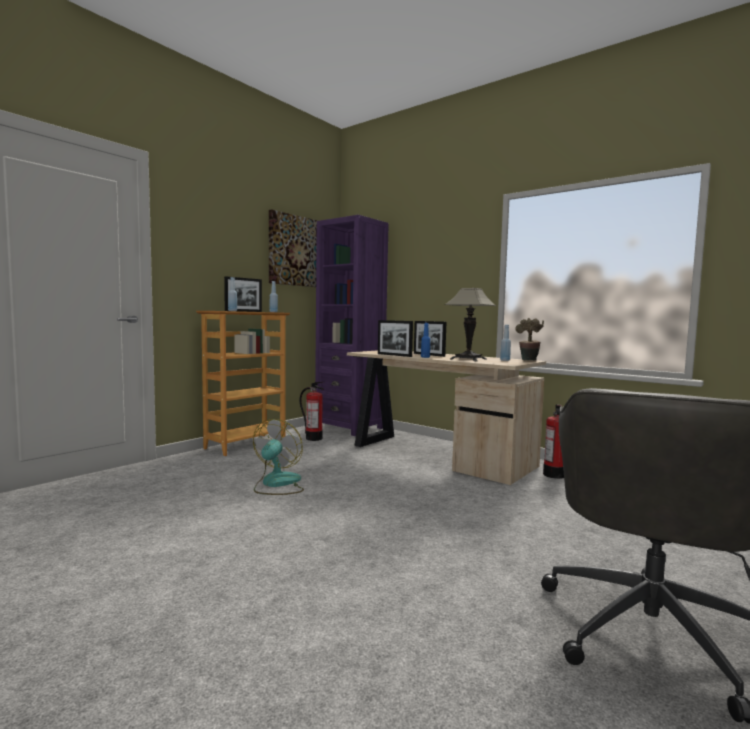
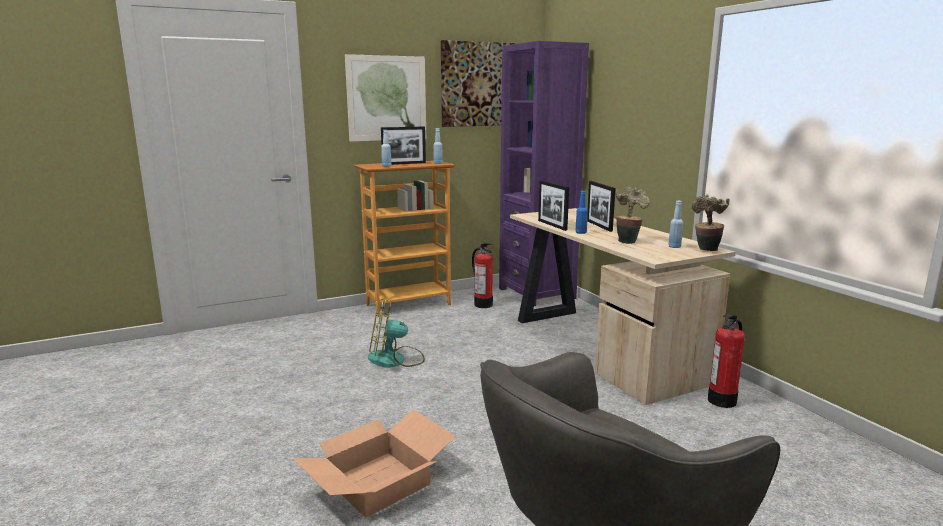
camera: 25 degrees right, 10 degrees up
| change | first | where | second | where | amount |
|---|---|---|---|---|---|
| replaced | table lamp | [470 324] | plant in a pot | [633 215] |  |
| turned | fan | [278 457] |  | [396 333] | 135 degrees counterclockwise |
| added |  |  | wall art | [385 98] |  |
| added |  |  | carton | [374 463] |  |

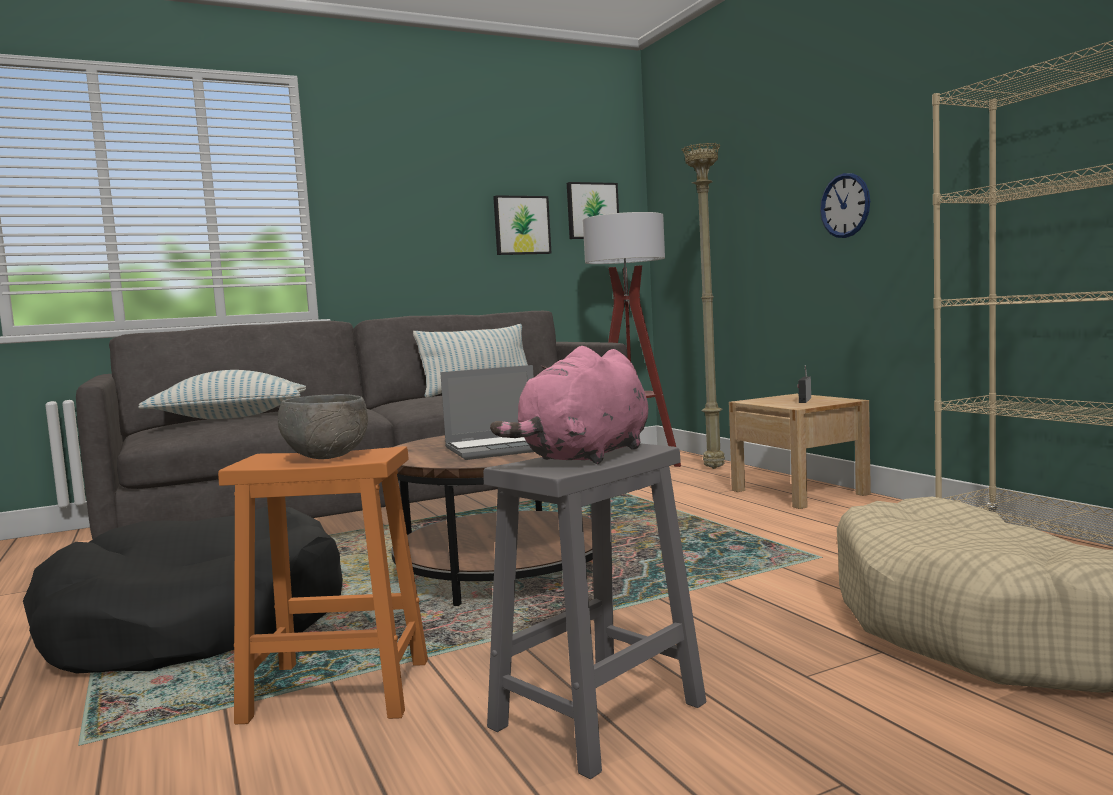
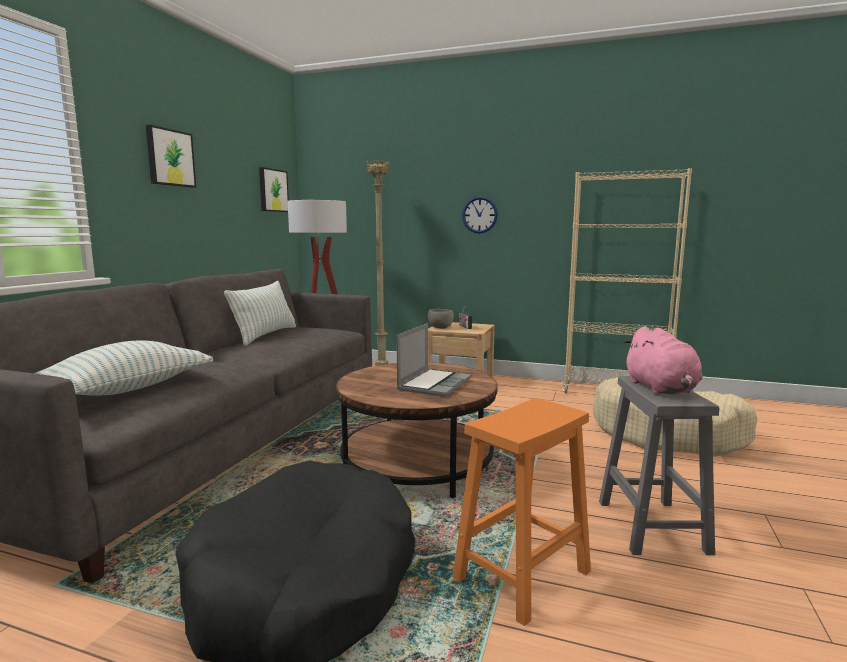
camera: 45 degrees left, 5 degrees up
| change | first | where | second | where | amount |
|---|---|---|---|---|---|
| moved | wall art | [522 225] |  | [171 156] |  |
| moved | deep dish (greyish) | [323 426] |  | [441 319] |  |

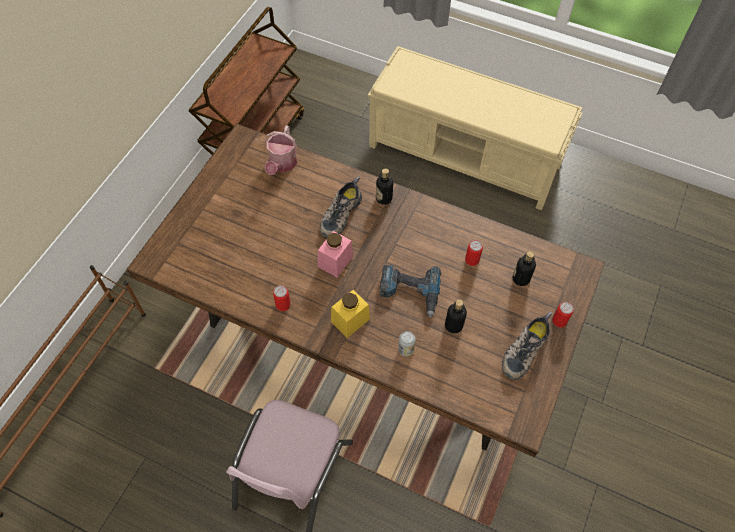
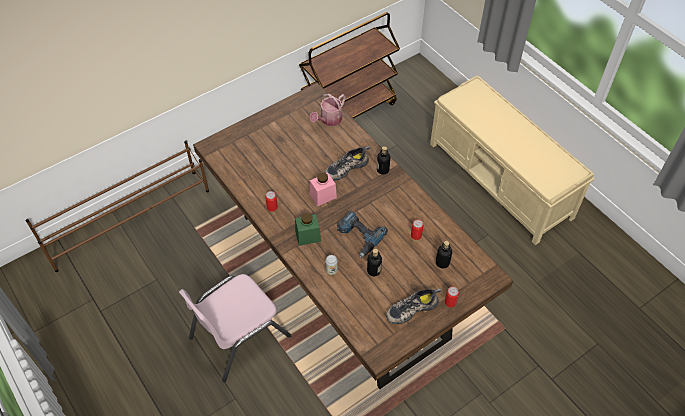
camera: 30 degrees right, 5 degrees down
| change | first | where | second | where | amount |
|---|---|---|---|---|---|
| recoloured | jar (yellow-coloured) | [350 314] | jar (greenish) | [308 229] |  |

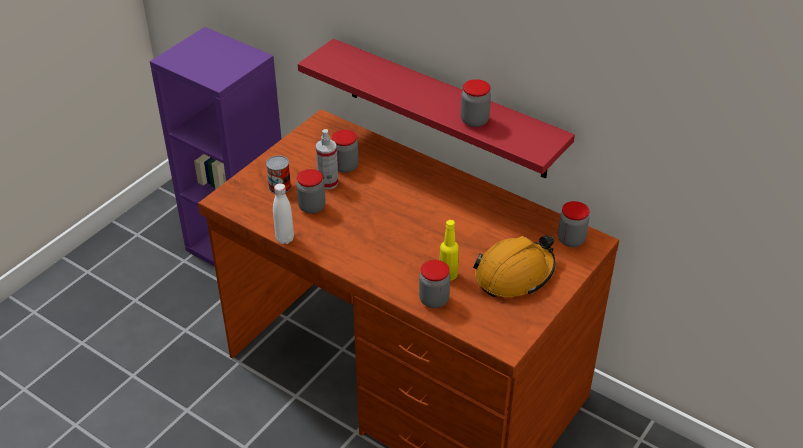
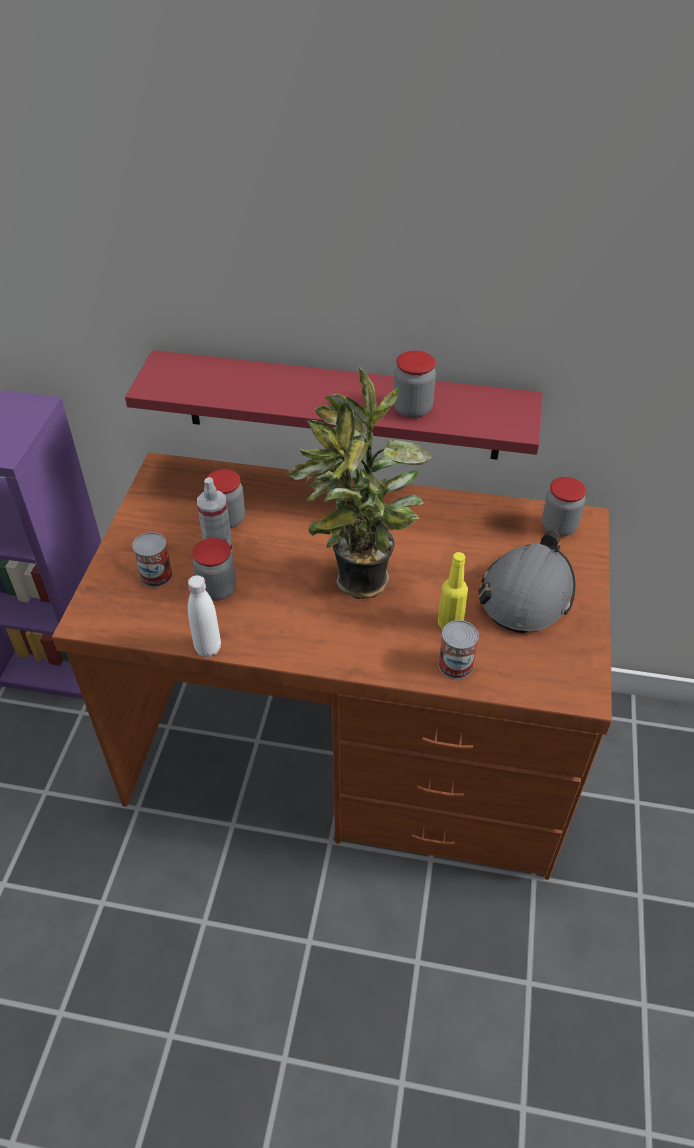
camera: 25 degrees left, 5 degrees up
| change | first | where | second | where | amount |
|---|---|---|---|---|---|
| recoloured | safety helmet (orange) | [514 266] | safety helmet (greyish) | [526 581] |  |
| replaced | jar | [434 284] | metal can | [458 649] |  |
| added |  |  | plant in a pot | [359 482] |  |

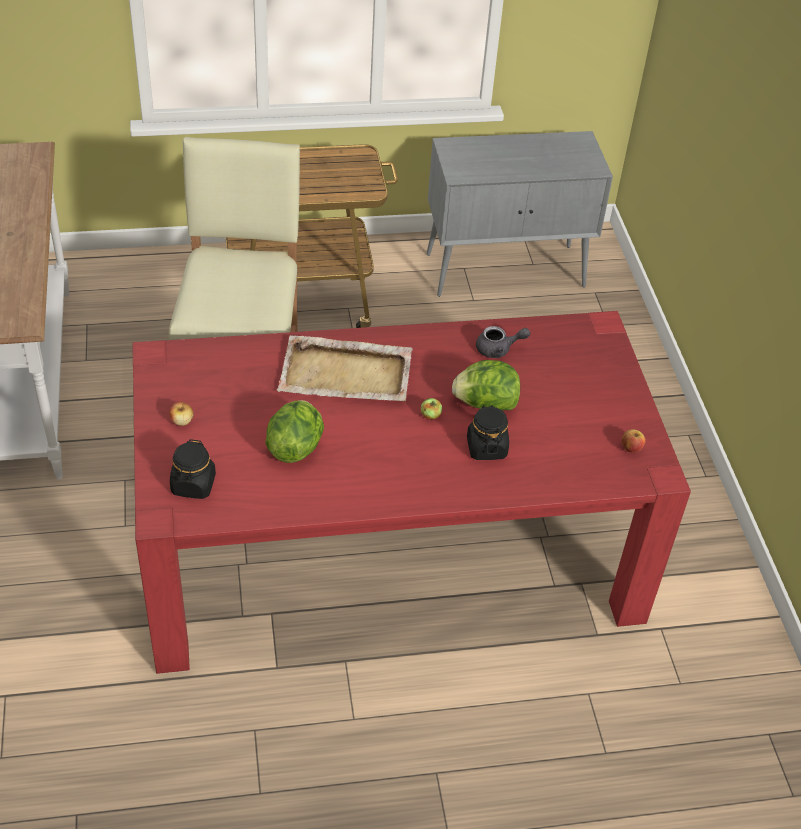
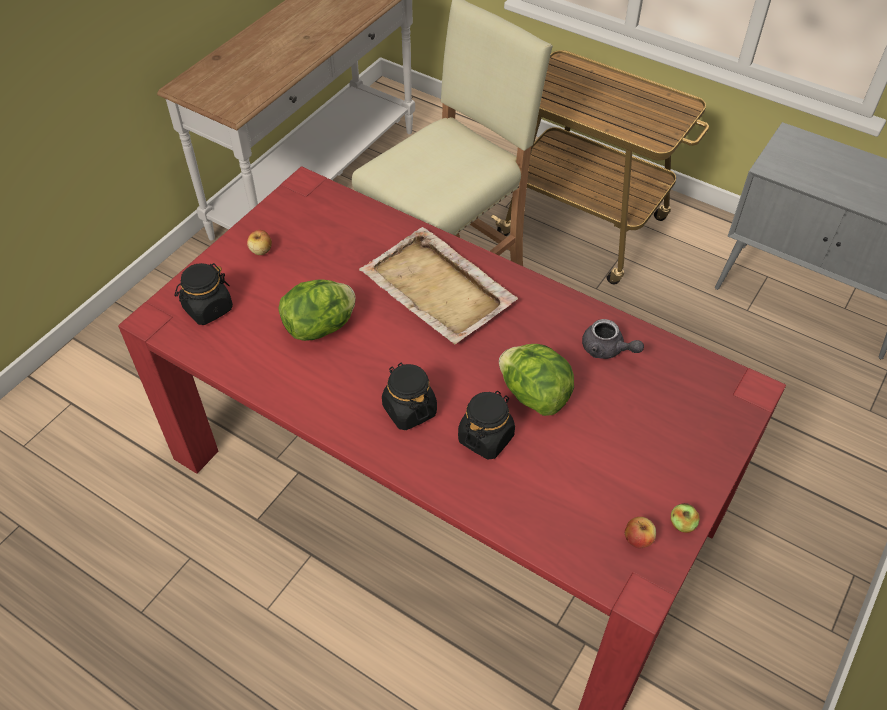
camera: 45 degrees right, 5 degrees up
| change | first | where | second | where | amount |
|---|---|---|---|---|---|
| moved | whole apple | [431 409] |  | [685 518] |  |
| added |  |  | jar (blackish) | [409 396] |  |

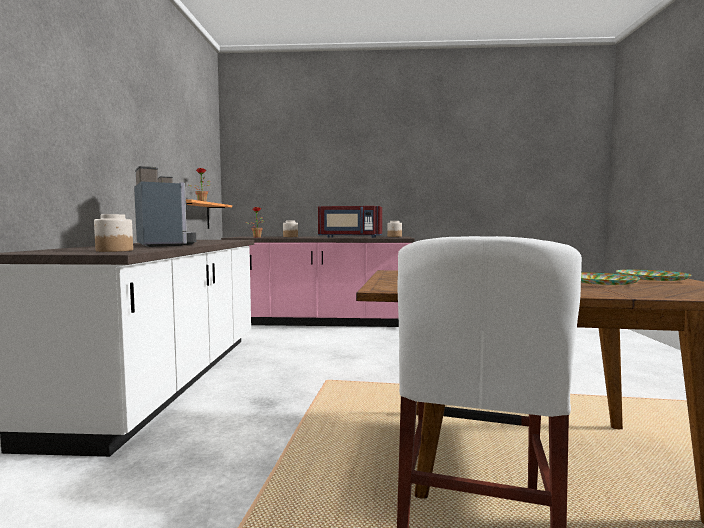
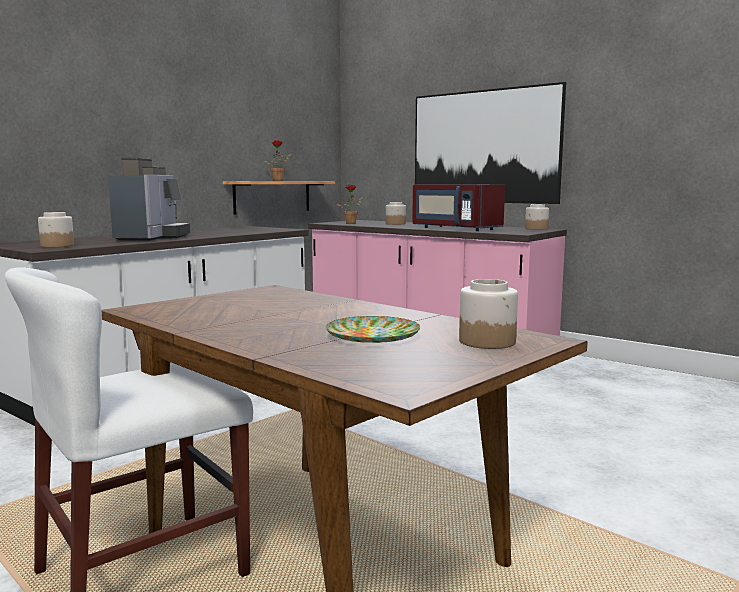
camera: 35 degrees right, 5 degrees up
| change | first | where | second | where | amount |
|---|---|---|---|---|---|
| replaced | plate | [653 275] | jar | [488 314] |  |
| added |  |  | wall art | [490 143] |  |

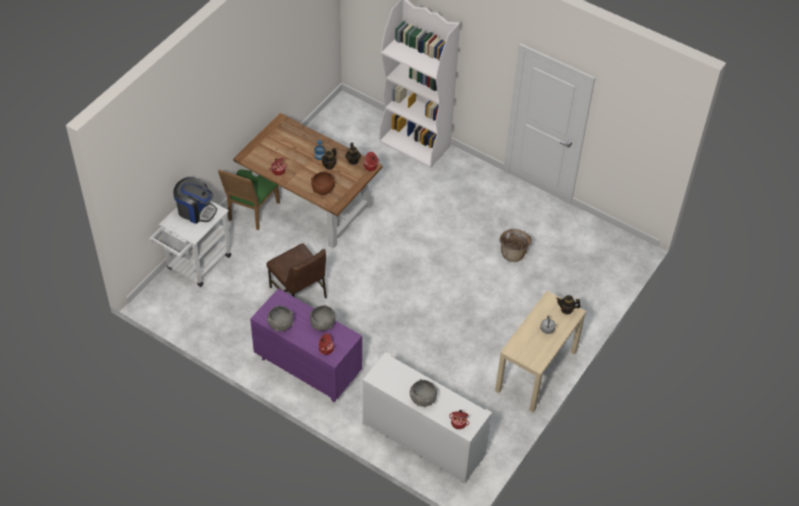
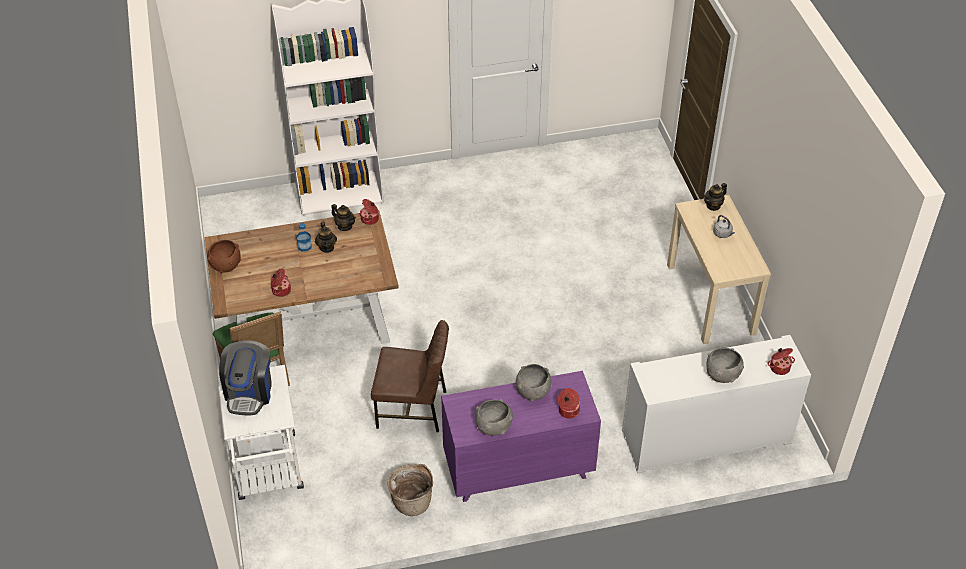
camera: 45 degrees left, 5 degrees down
| change | first | where | second | where | amount |
|---|---|---|---|---|---|
| moved | deep dish (brownish) | [323 183] |  | [224 256] |  |
| turned | coffee machine | [195 200] |  | [245 377] | 120 degrees clockwise |
| moved | basket | [516 245] |  | [410 490] |  |

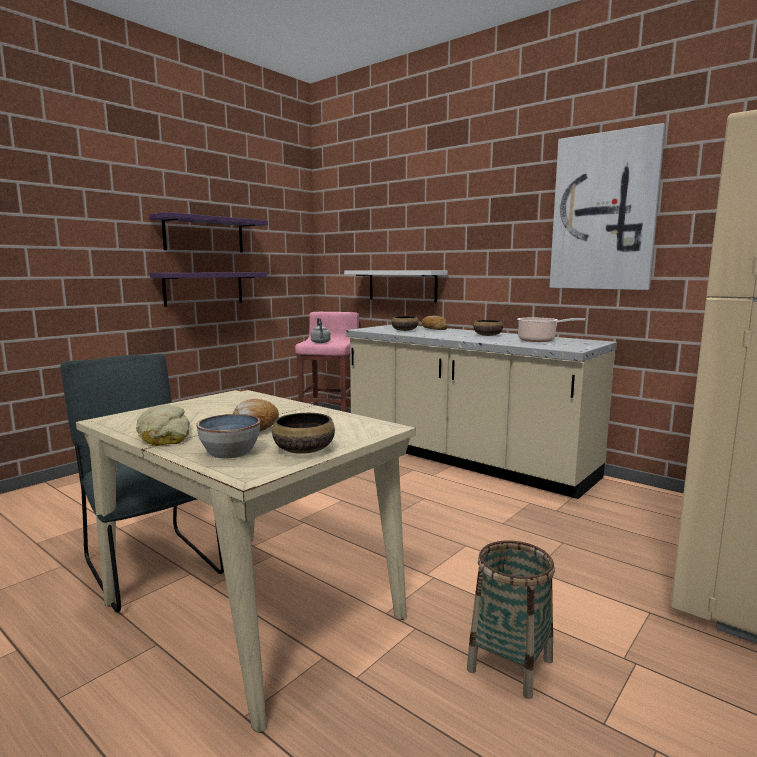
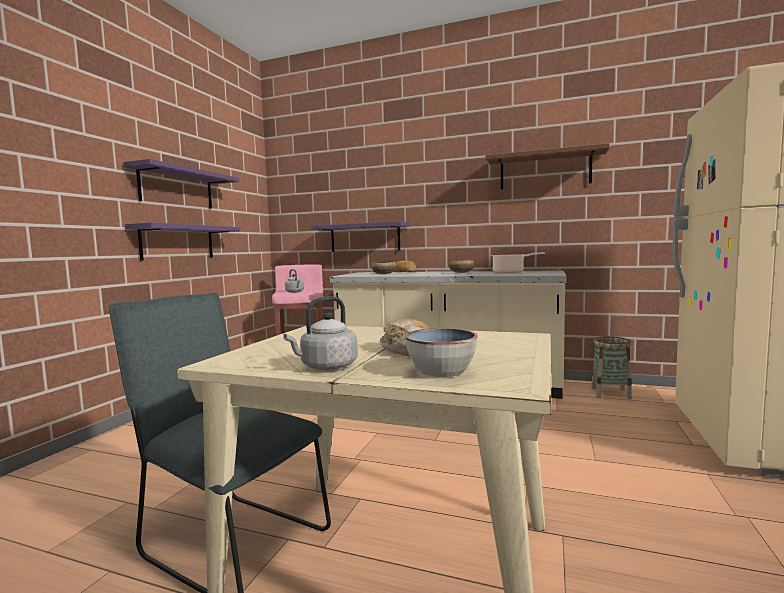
camera: 20 degrees left, 5 degrees down
| change | first | where | second | where | amount |
|---|---|---|---|---|---|
| replaced | wall art | [607 206] | wall shelf (brownish) | [548 166] |  |
| recoloured | wall shelf (white-coloured) | [396 286] | wall shelf (purple-coloured) | [360 236] |  |
| replaced | bakery bread | [163 425] | water kettle (greyish) | [320 333] |  |
| removed | deep dish | [303 433] |  |  |  |
| moved | basket | [511 619] |  | [611 367] |  |

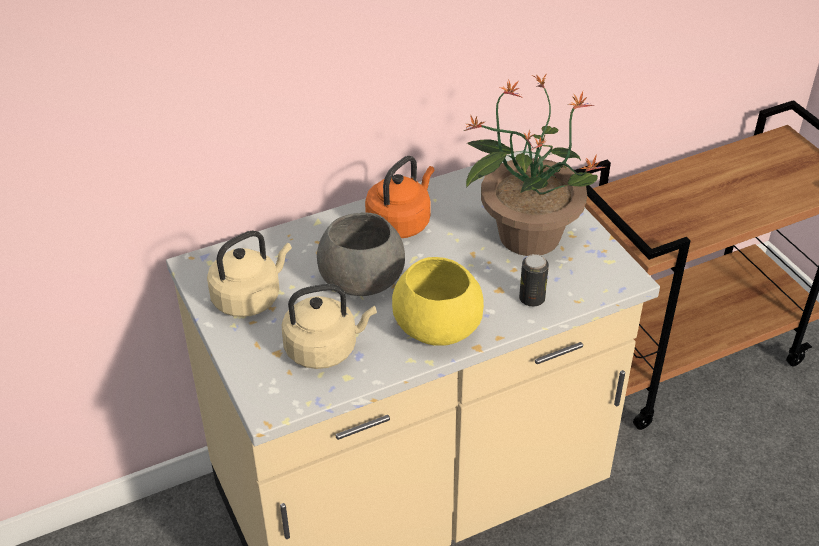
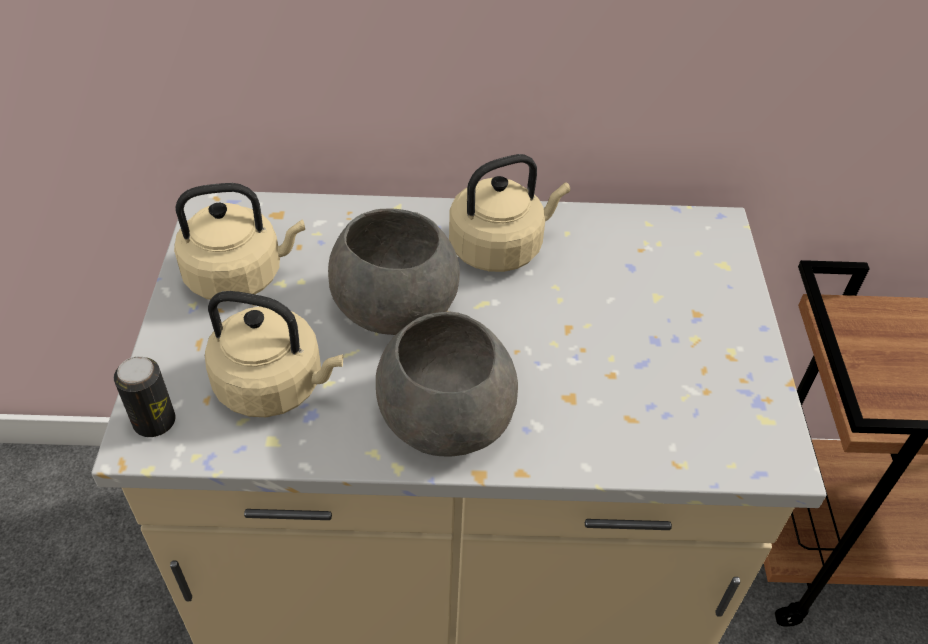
camera: 25 degrees right, 5 degrees up
| change | first | where | second | where | amount |
|---|---|---|---|---|---|
| removed | plant in a pot | [534 165] |  |  |  |
| recoloured | water kettle (orange) | [399 197] | water kettle (sand-coloured) | [509 213] |  |
| moved | metal can | [534 280] |  | [145 396] |  |
| recoloured | deep dish (yellow-coloured) | [438 301] | deep dish (greyish) | [447 384] |  |

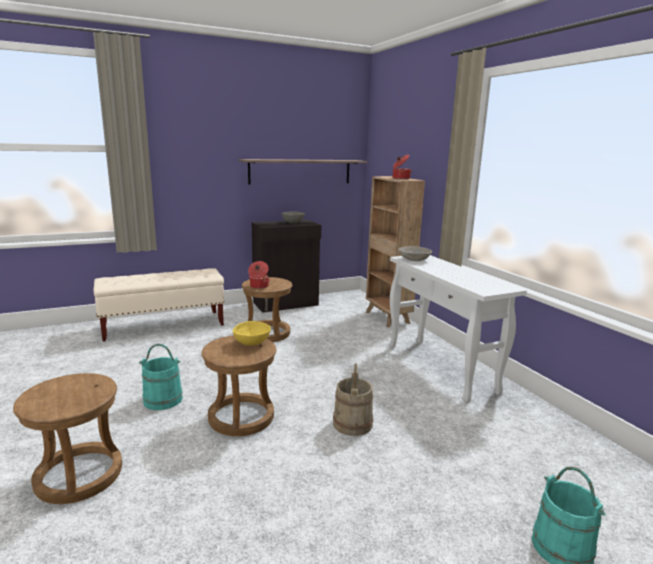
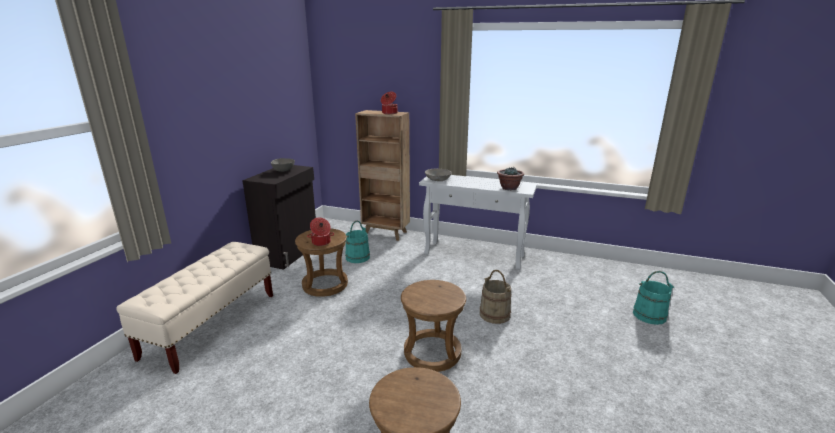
camera: 45 degrees left, 5 degrees up
| change | first | where | second | where | amount |
|---|---|---|---|---|---|
| removed | wall shelf | [303 171] |  |  |  |
| removed | deep dish (yellow-coloured) | [252 333] |  |  |  |
| moved | water bucket (turquoise) | [161 377] |  | [357 242] |  |
| added |  |  | plant in a pot | [510 179] |  |

